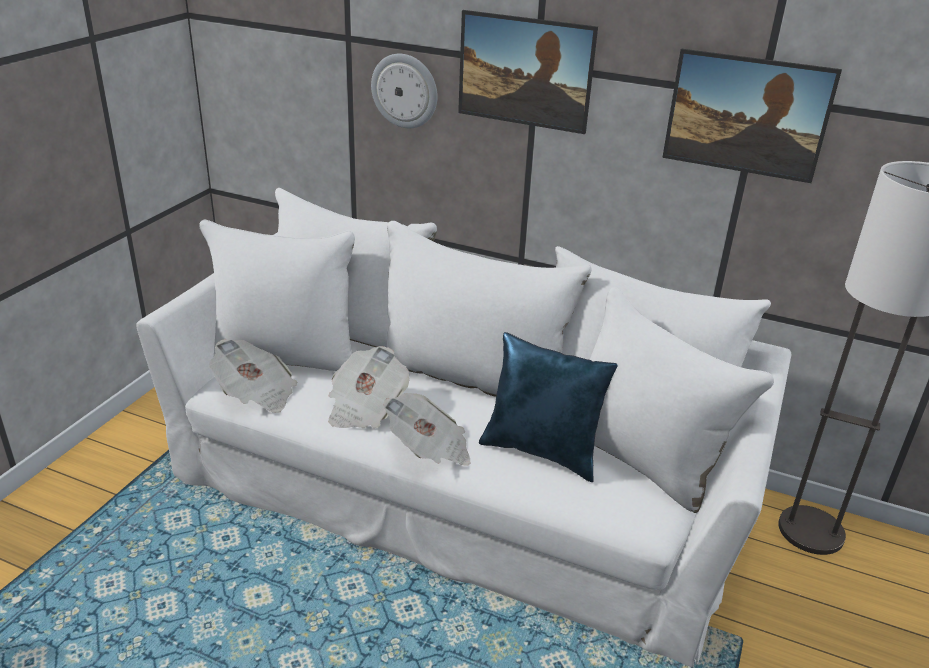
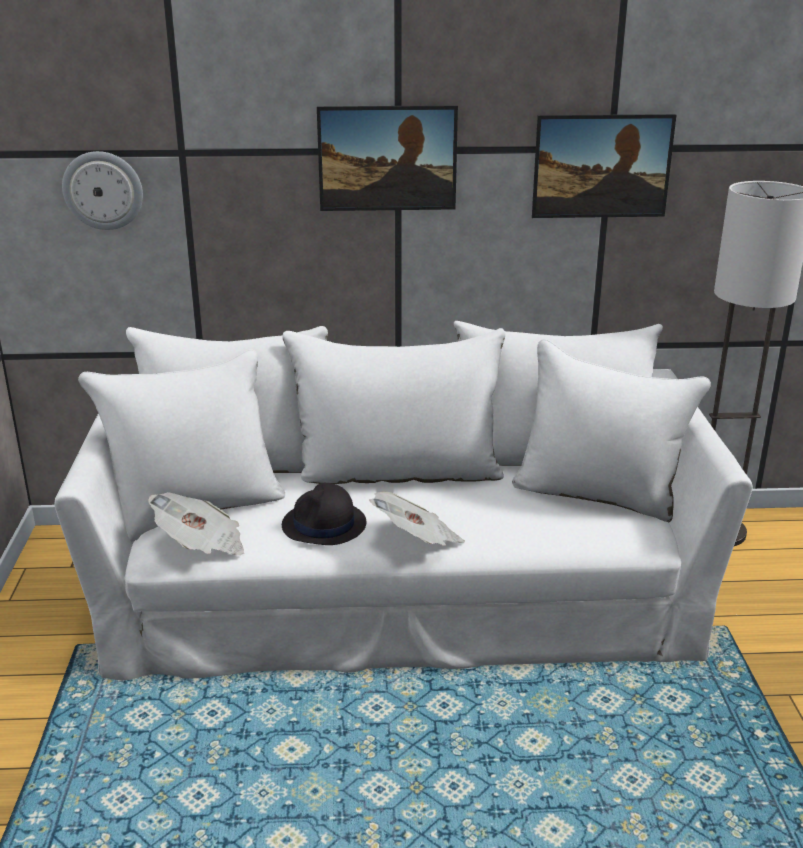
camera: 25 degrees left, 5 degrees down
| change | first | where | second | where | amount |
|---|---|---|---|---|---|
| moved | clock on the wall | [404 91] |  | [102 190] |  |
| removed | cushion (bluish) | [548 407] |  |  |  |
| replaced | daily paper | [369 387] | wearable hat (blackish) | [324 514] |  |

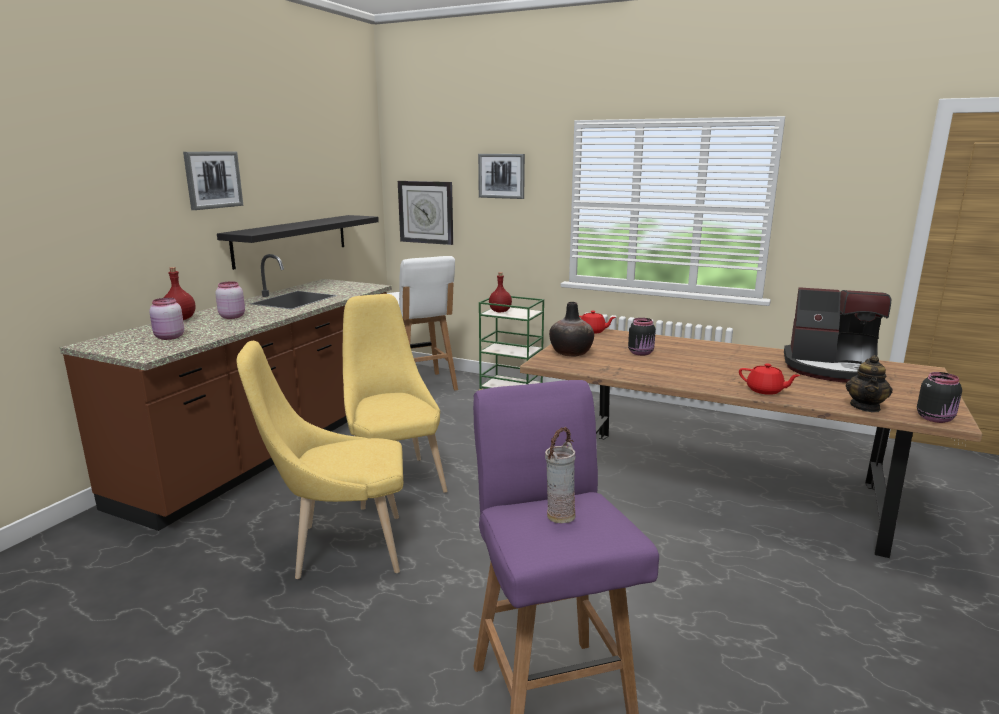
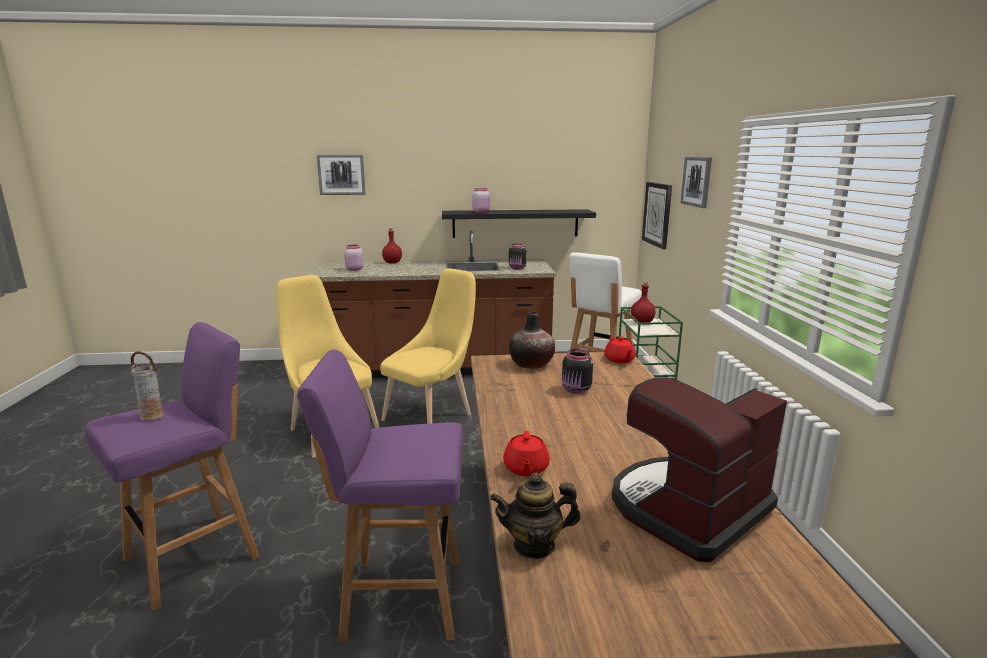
camera: 60 degrees right, 0 degrees up
| change | first | where | second | where | amount |
|---|---|---|---|---|---|
| moved | wall art | [213 181] |  | [341 175] |  |
| moved | jar (pink-coloured) | [230 300] |  | [481 200] |  |
| turned | coffee machine | [837 335] |  | [699 469] | 60 degrees clockwise |
| moved | jar (blackish) | [939 397] |  | [518 256] |  |
| added |  |  | stool (purple-coloured) | [380 495] |  |

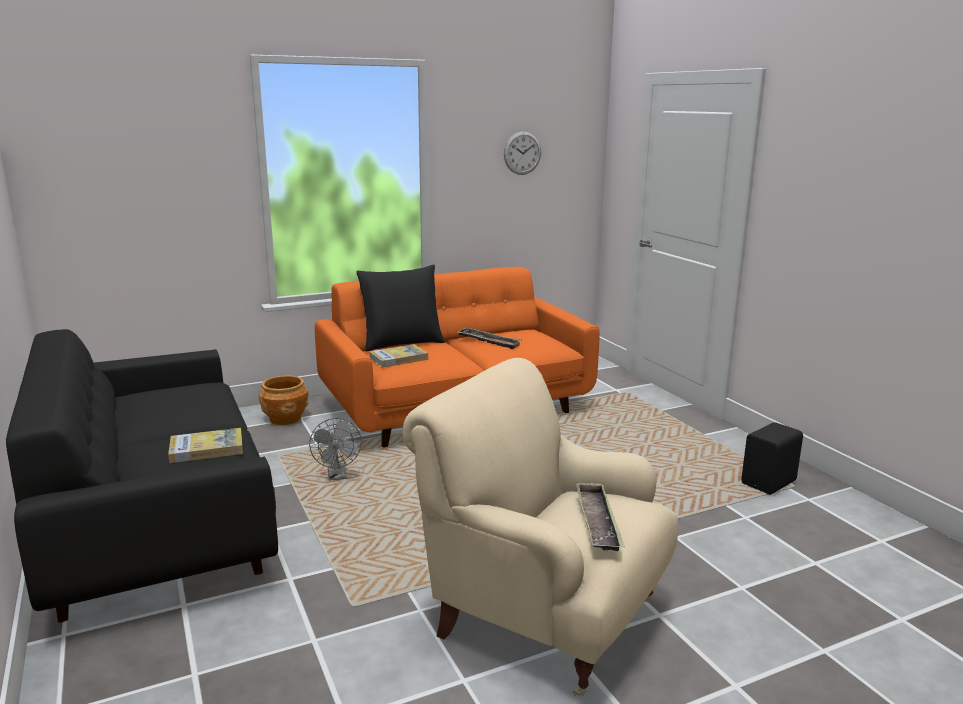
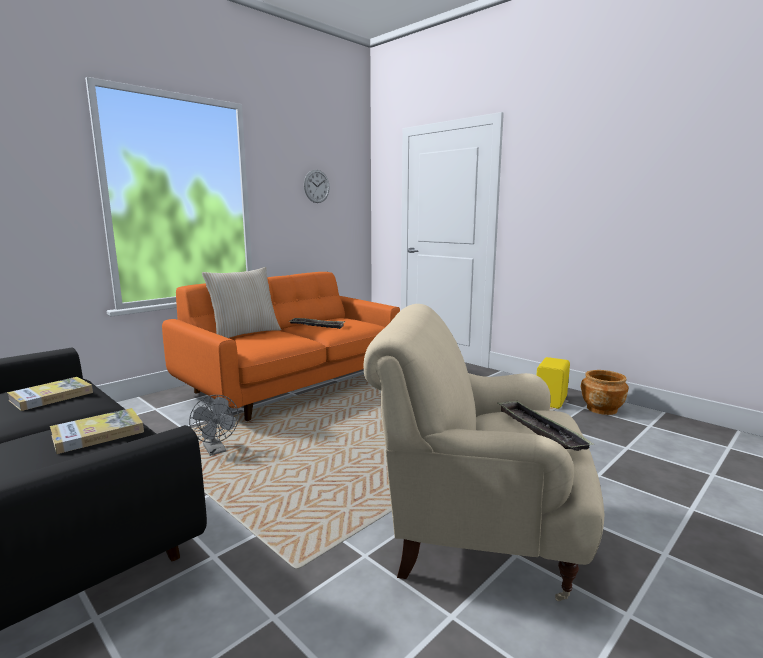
camera: 20 degrees left, 5 degrees down
| change | first | where | second | where | amount |
|---|---|---|---|---|---|
| recoloured | cushion (blackish) | [400 307] | cushion (sand-coloured) | [241 302] |  |
| moved | bound book | [399 356] |  | [50 394] |  |
| moved | flower pot (brownish) | [283 400] |  | [604 392] |  |
| recoloured | loudspeaker (blackish) | [772 458] | loudspeaker (yellow-coloured) | [553 383] |  |

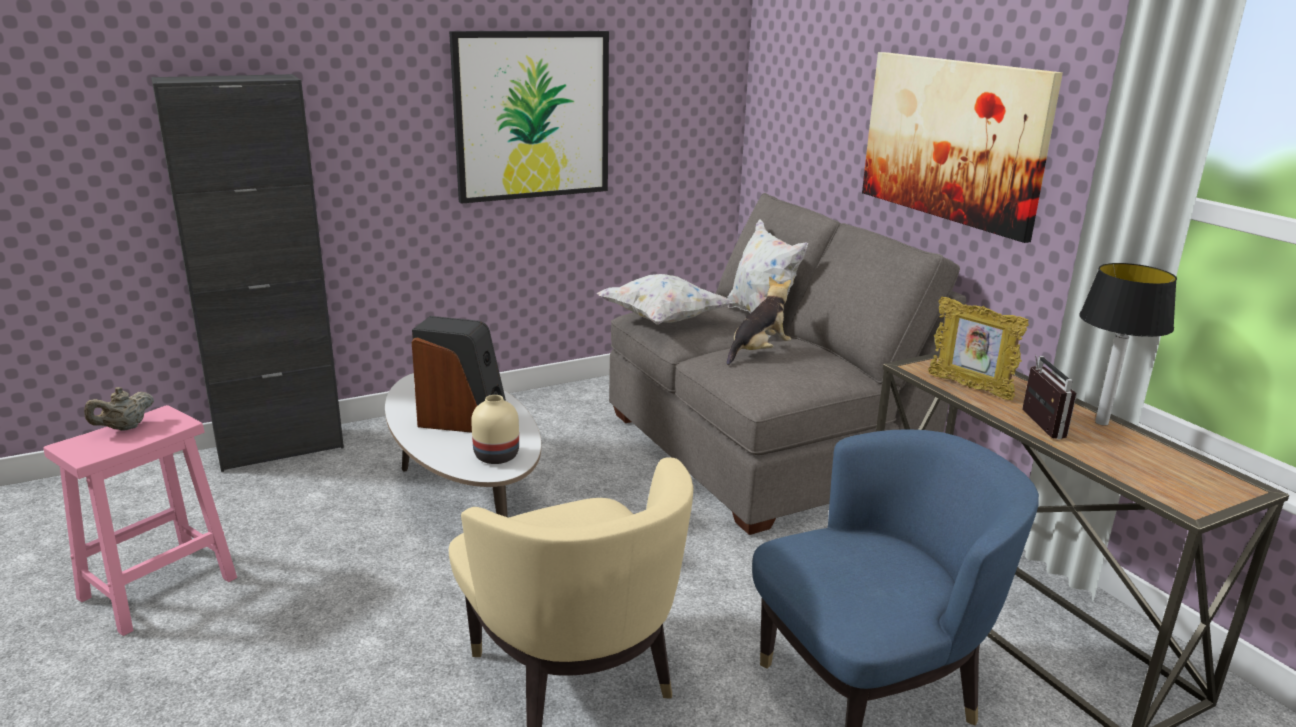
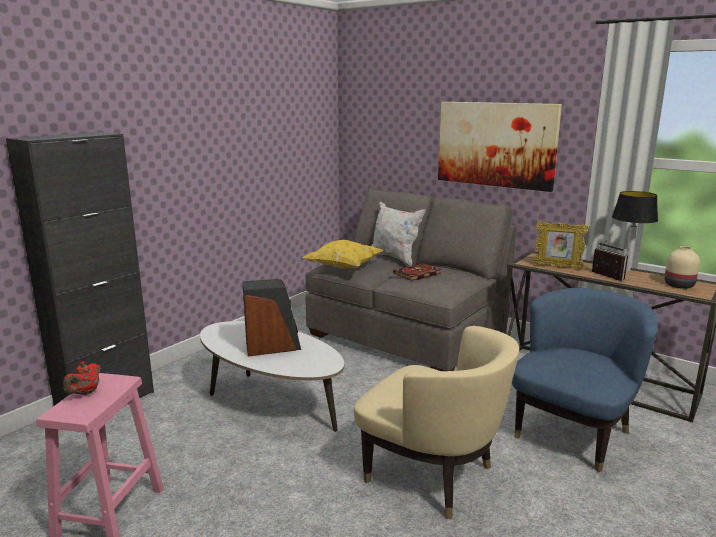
camera: 25 degrees left, 5 degrees down
| change | first | where | second | where | amount |
|---|---|---|---|---|---|
| removed | wall art | [529 117] |  |  |  |
| recoloured | cushion (white-coloured) | [665 299] | cushion (yellow-coloured) | [343 254] |  |
| replaced | cuddly toy | [759 320] | bound book | [417 272] |  |
| recoloured | pot for tea (sand-coloured) | [119 409] | pot for tea (reddish) | [82 378] |  |
| moved | flower vase (sand-coloured) | [495 429] |  | [682 267] |  |

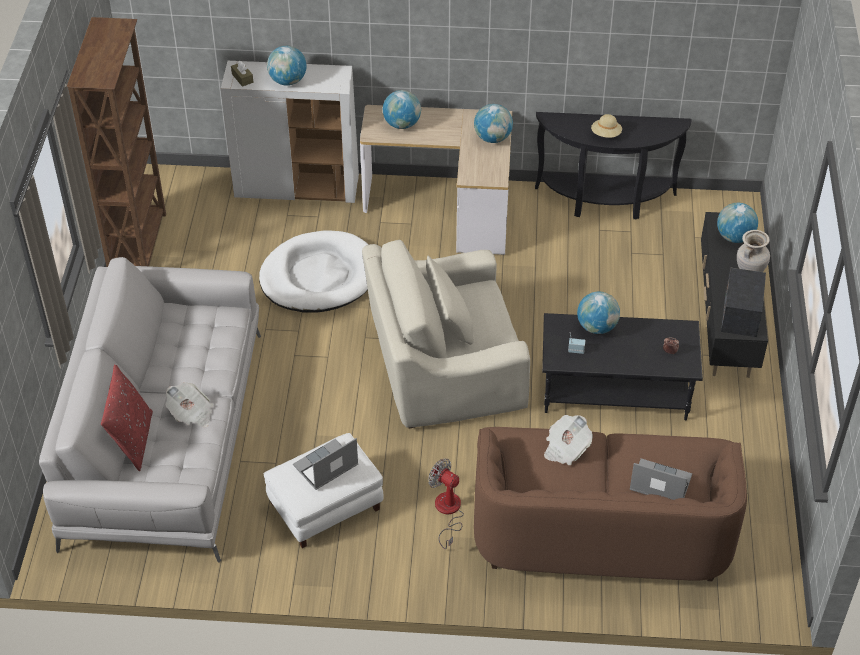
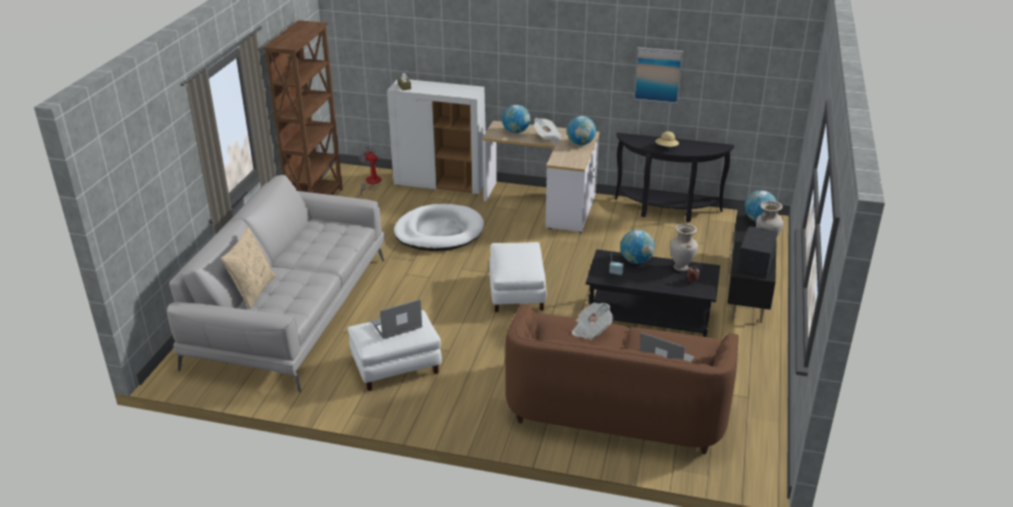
camera: 10 degrees right, 15 degrees down
| change | first | where | second | where | amount |
|---|---|---|---|---|---|
| removed | world globe | [286 66] |  |  |  |
| replaced | easy chair (sand-coloured) | [446 334] | pouffe (white-coloured) | [517 277] |  |
| recoloured | cushion (reddish) | [127 417] | cushion (sand-coloured) | [248 268] |  |
| moved | daily paper | [189 404] |  | [548 130] |  |
| moved | fan | [446 503] |  | [370 170] |  |
| added |  |  | wall art | [658 75] |  |
| added |  |  | flower vase (sand-coloured) | [684 247] |  |

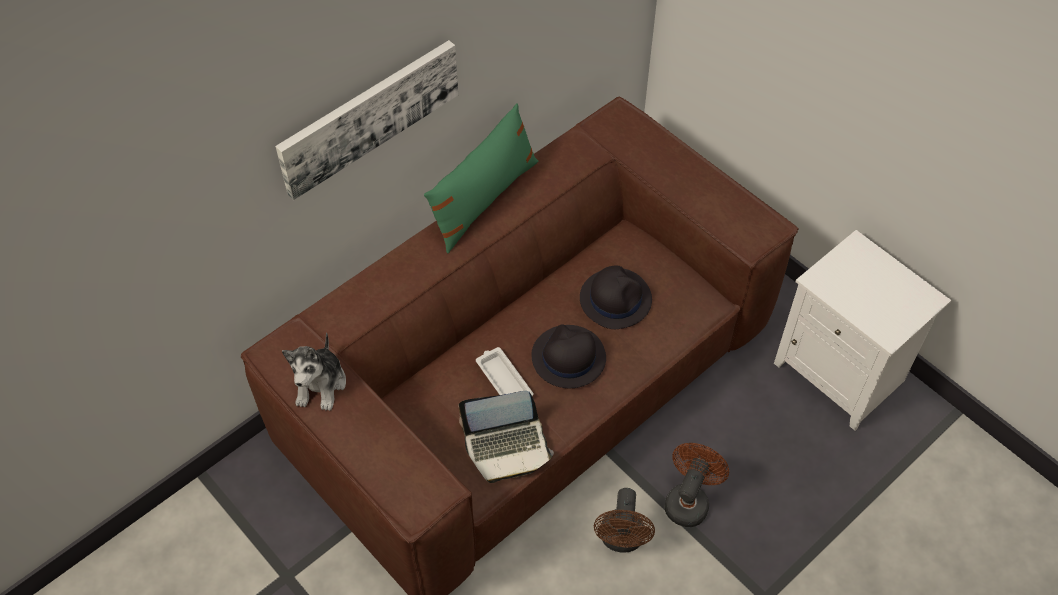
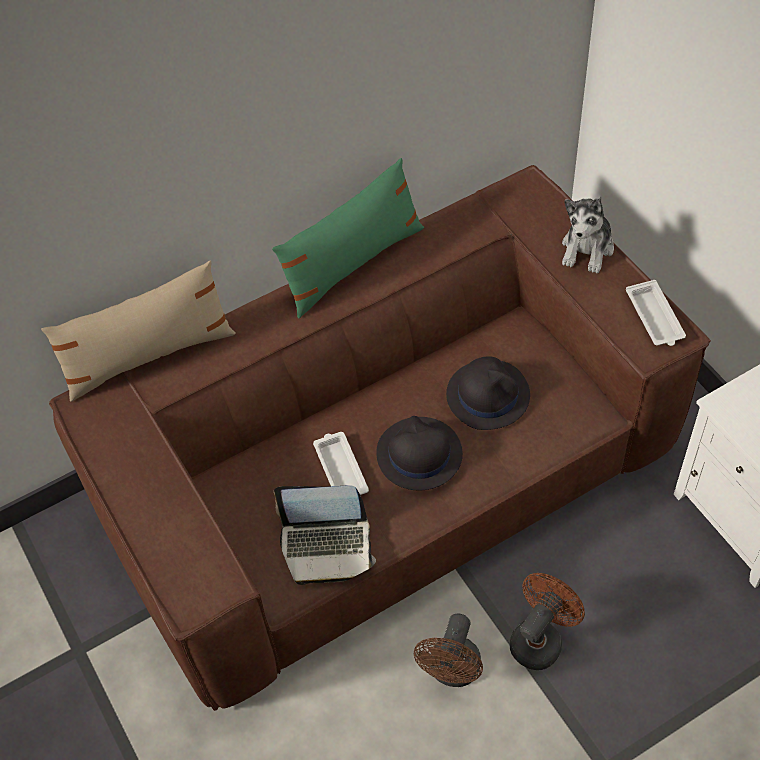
camera: 15 degrees right, 0 degrees up
| change | first | where | second | where | amount |
|---|---|---|---|---|---|
| removed | wall art | [366 120] |  |  |  |
| moved | cuddly toy | [314 372] |  | [588 235] |  |
| added |  |  | cushion (sand-coloured) | [138 331] |  |
| added |  |  | tray (white-coloured) | [656 313] |  |

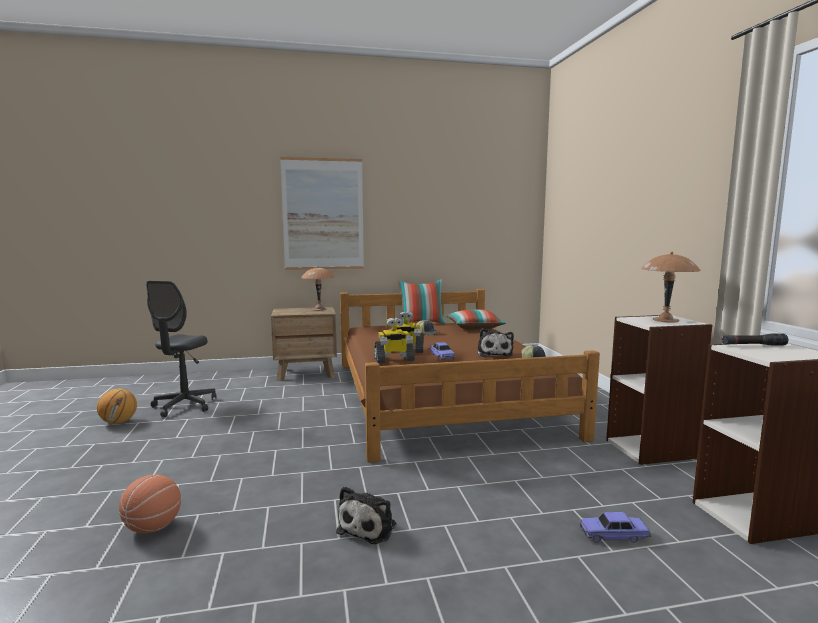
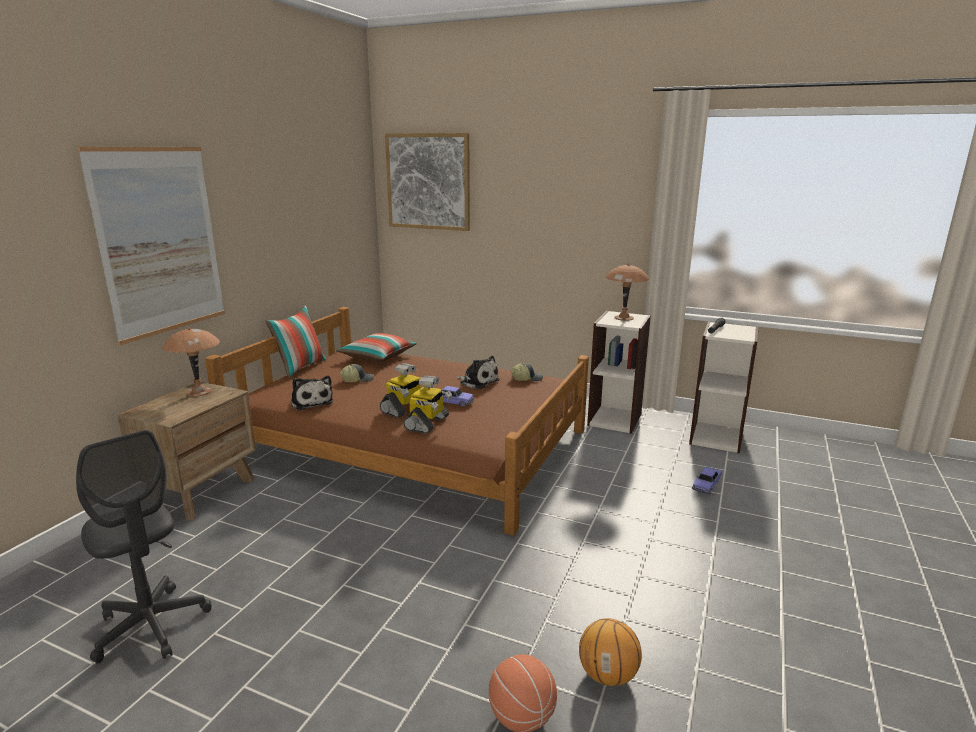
camera: 55 degrees left, 10 degrees up
| change | first | where | second | where | amount |
|---|---|---|---|---|---|
| moved | basketball | [117 406] |  | [610 652] |  |
| moved | cuddly toy | [366 515] |  | [312 393] |  |
| added |  |  | wall art | [427 182] |  |

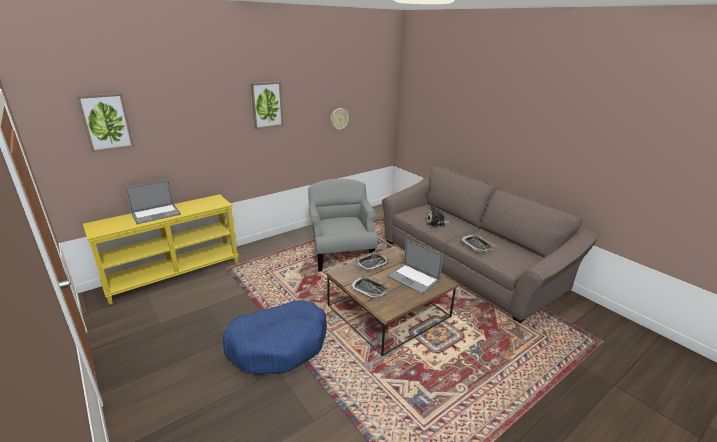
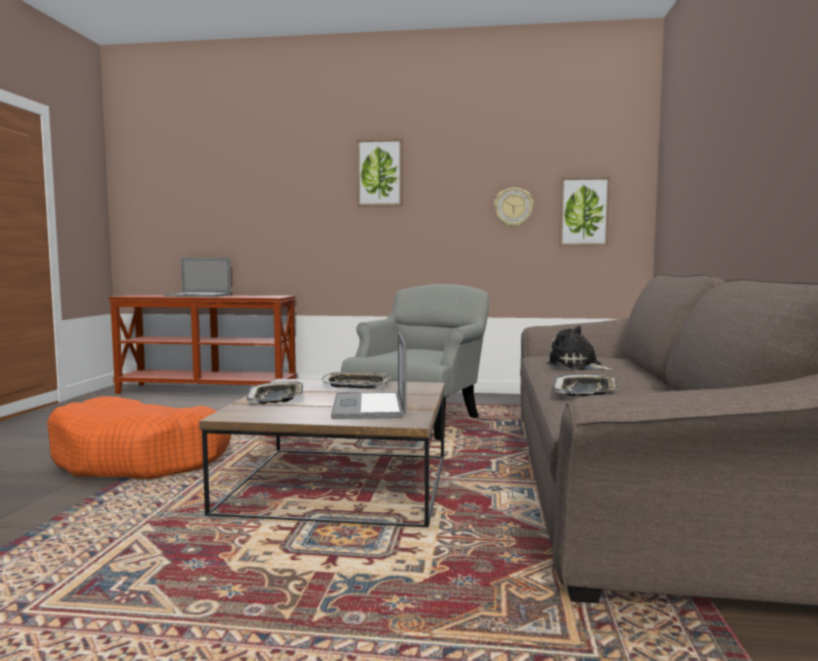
camera: 45 degrees right, 20 degrees down
| change | first | where | second | where | amount |
|---|---|---|---|---|---|
| moved | wall art | [105 122] |  | [585 211] |  |
| recoloured | console table (yellow-coloured) | [161 249] | console table (brownish) | [202 344] |  |
| recoloured | dog cushion (bluish) | [274 337] | dog cushion (orange) | [139 437] |  |

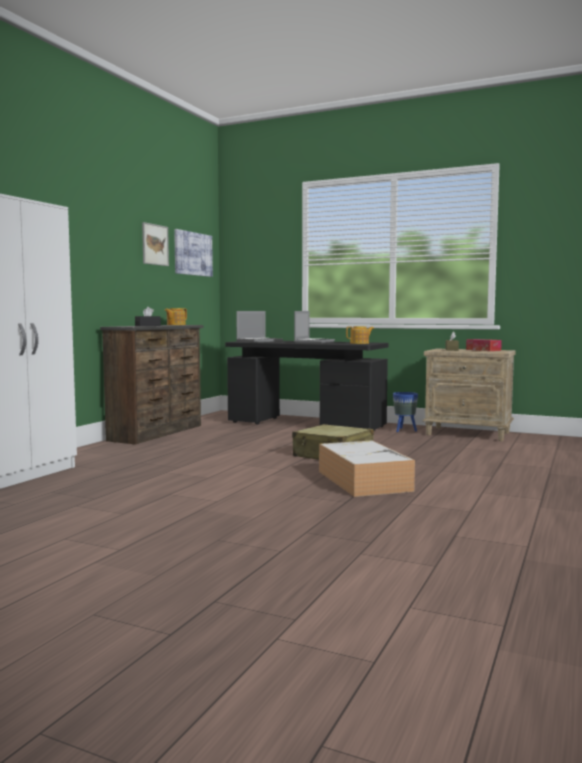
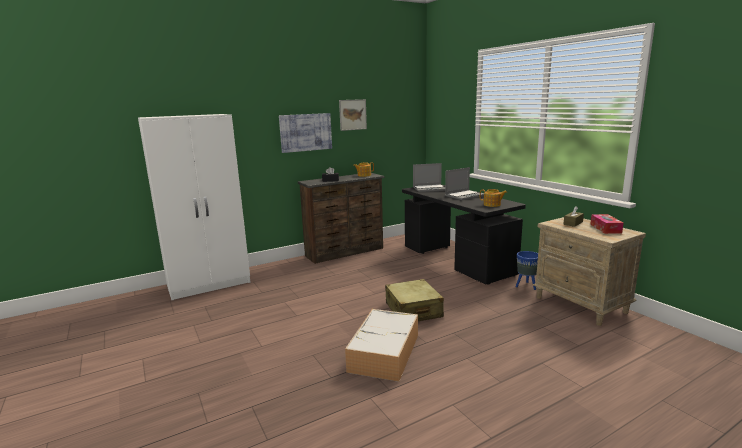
camera: 35 degrees right, 10 degrees up
| change | first | where | second | where | amount |
|---|---|---|---|---|---|
| moved | wall art | [193 253] |  | [305 133] |  |

